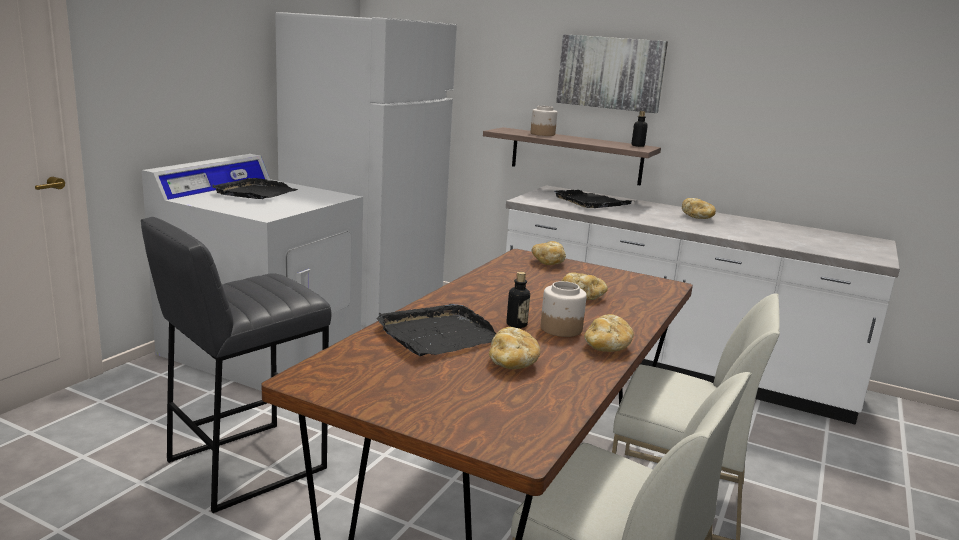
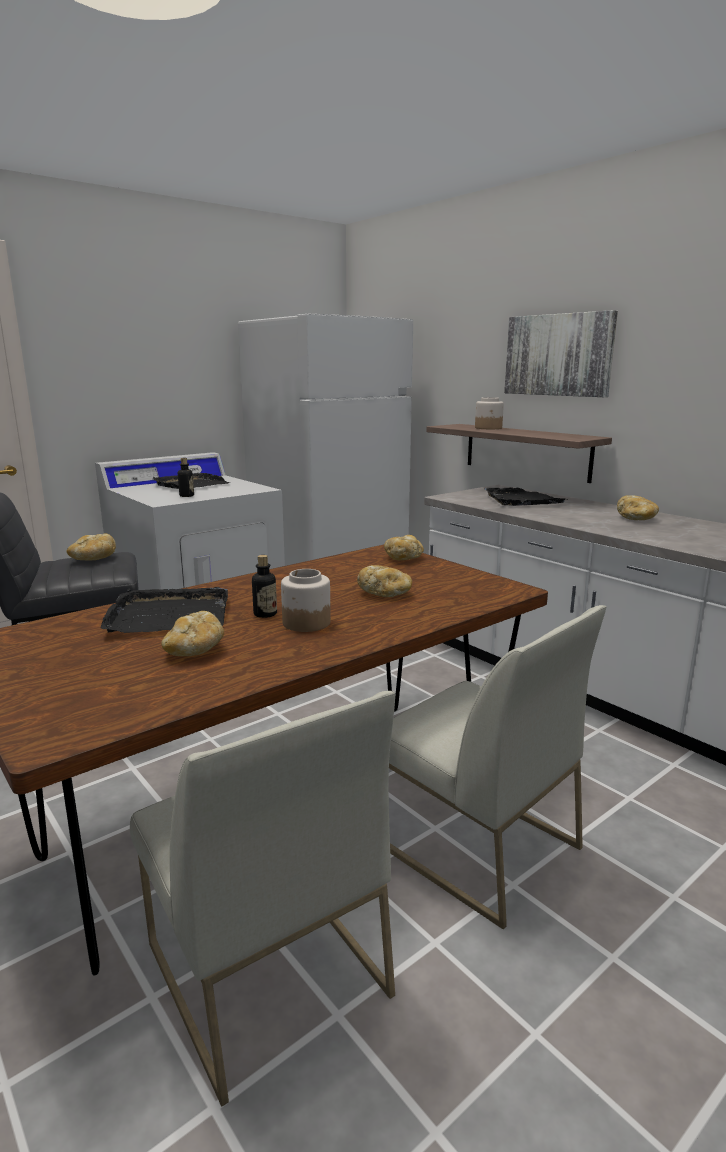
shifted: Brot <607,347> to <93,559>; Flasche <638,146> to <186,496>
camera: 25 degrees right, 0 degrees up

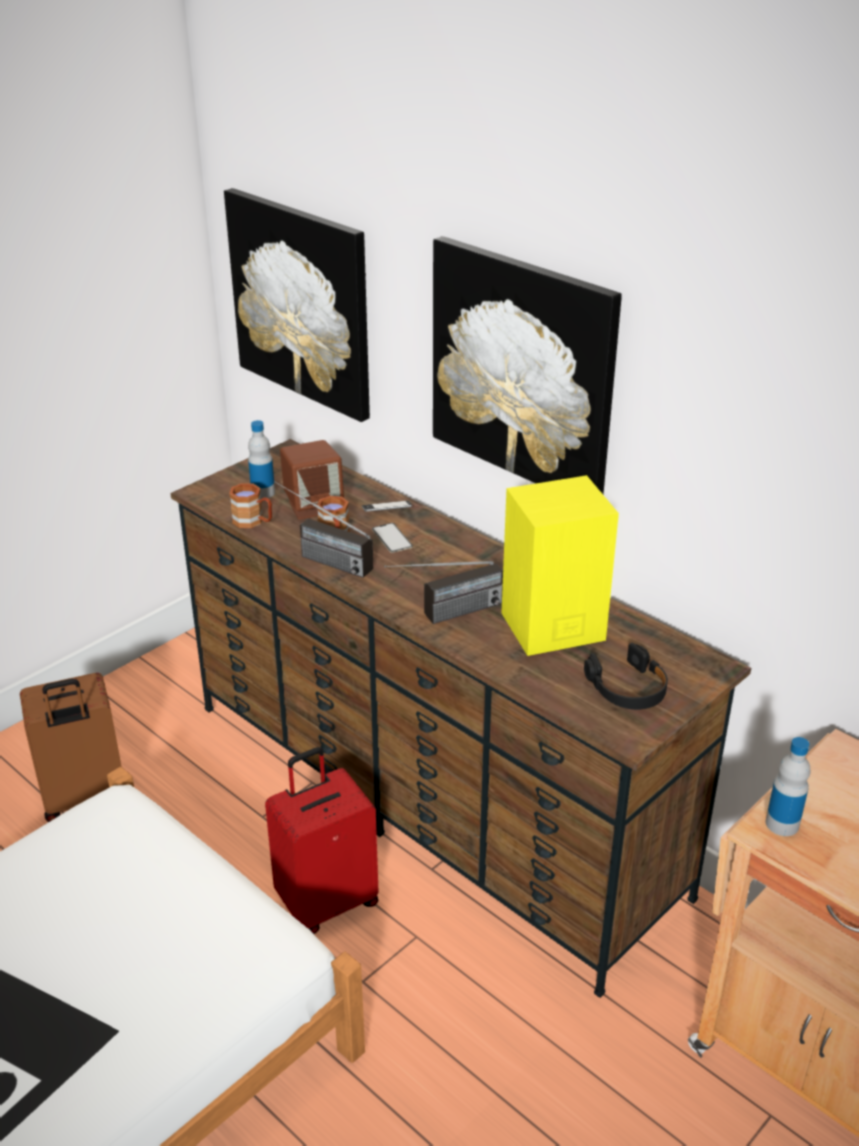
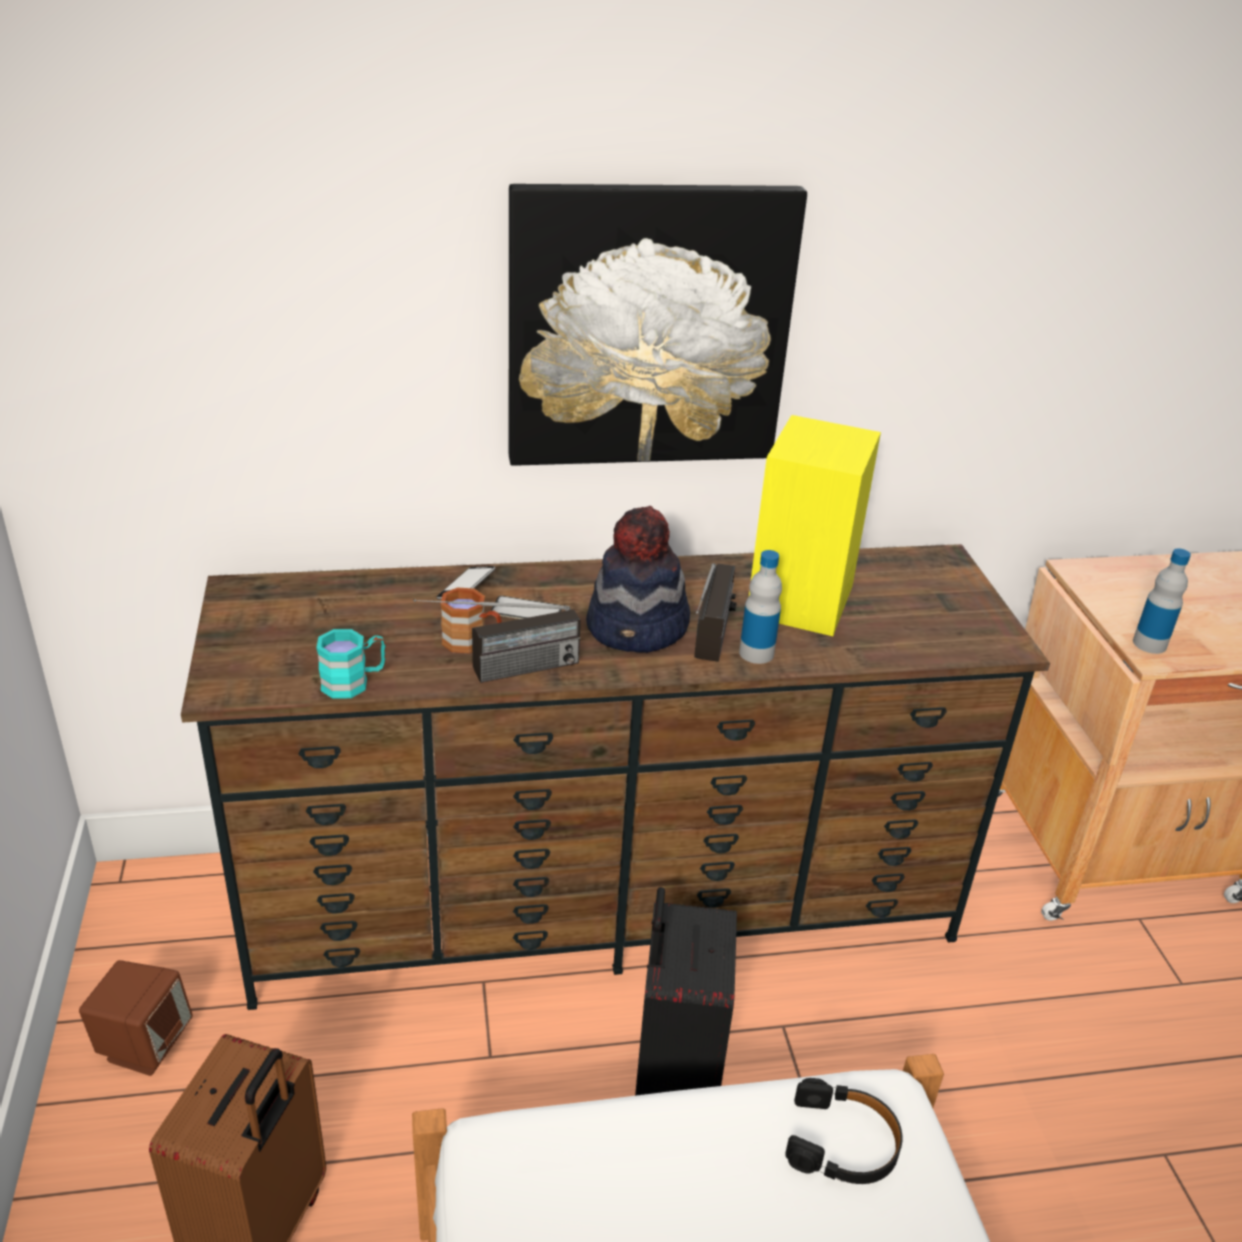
gone: Bild <302,302>
new: Hut <638,628>
shifted: Flasche <263,492> to <756,653>; Lautsprecher (braun) <313,506> to <145,1045>; Kopfhörer (schwarz) <628,688> to <842,1143>
repainted: Henkelbecher (braun) <253,522> to Henkelbecher (türkis) <354,682>; Koffer (rot) <327,901> to Koffer (schwarz) <673,1071>
camera: 55 degrees left, 0 degrees up

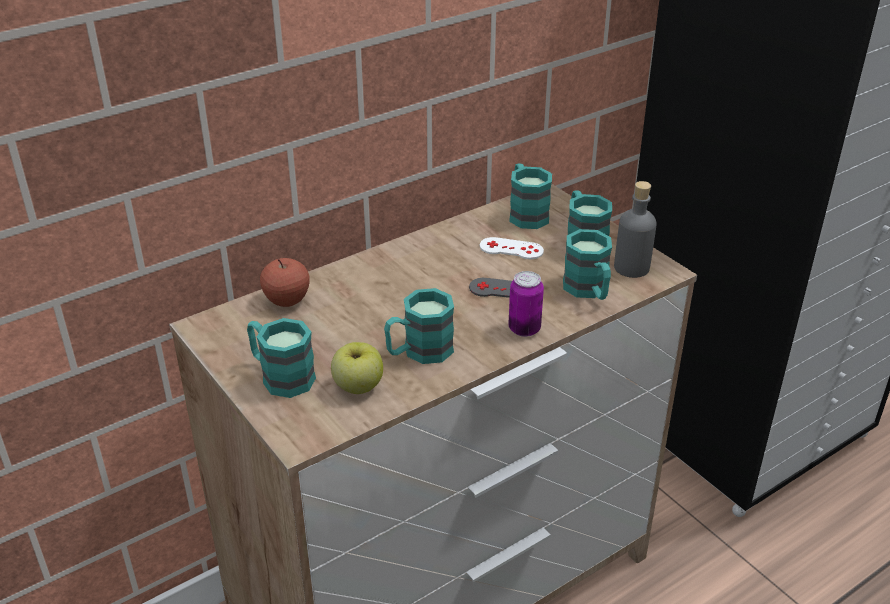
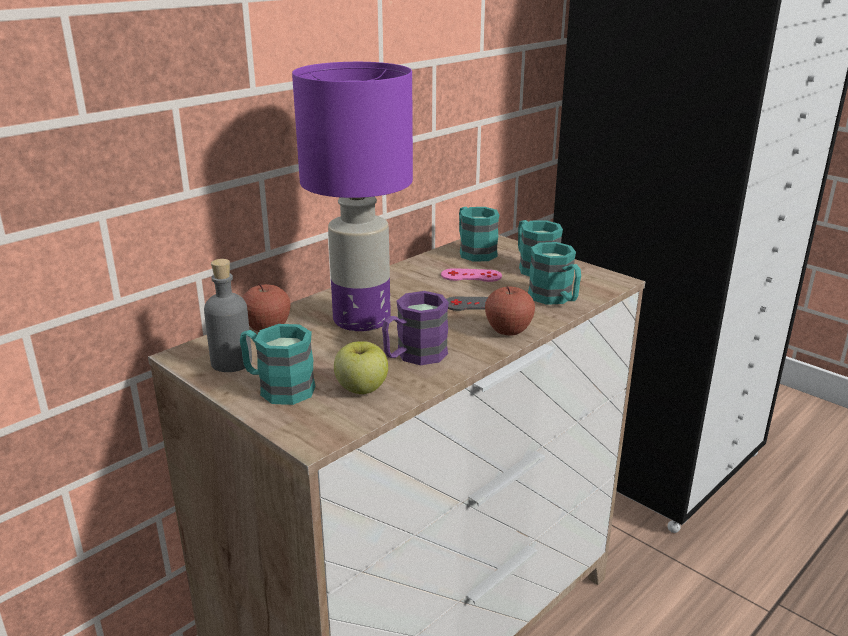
new: Tischlampe (lila) <360,320>
shifted: Flasche (grau) <631,267> to <232,362>
swapped: Dose <524,329> to Apfel <508,331>
repainted: Henkelbecher (türkis) <419,352> to Henkelbecher (lila) <413,356>; Gamepad (weiß) <511,249> to Gamepad (rosa) <471,276>
camera: 10 degrees left, 10 degrees down

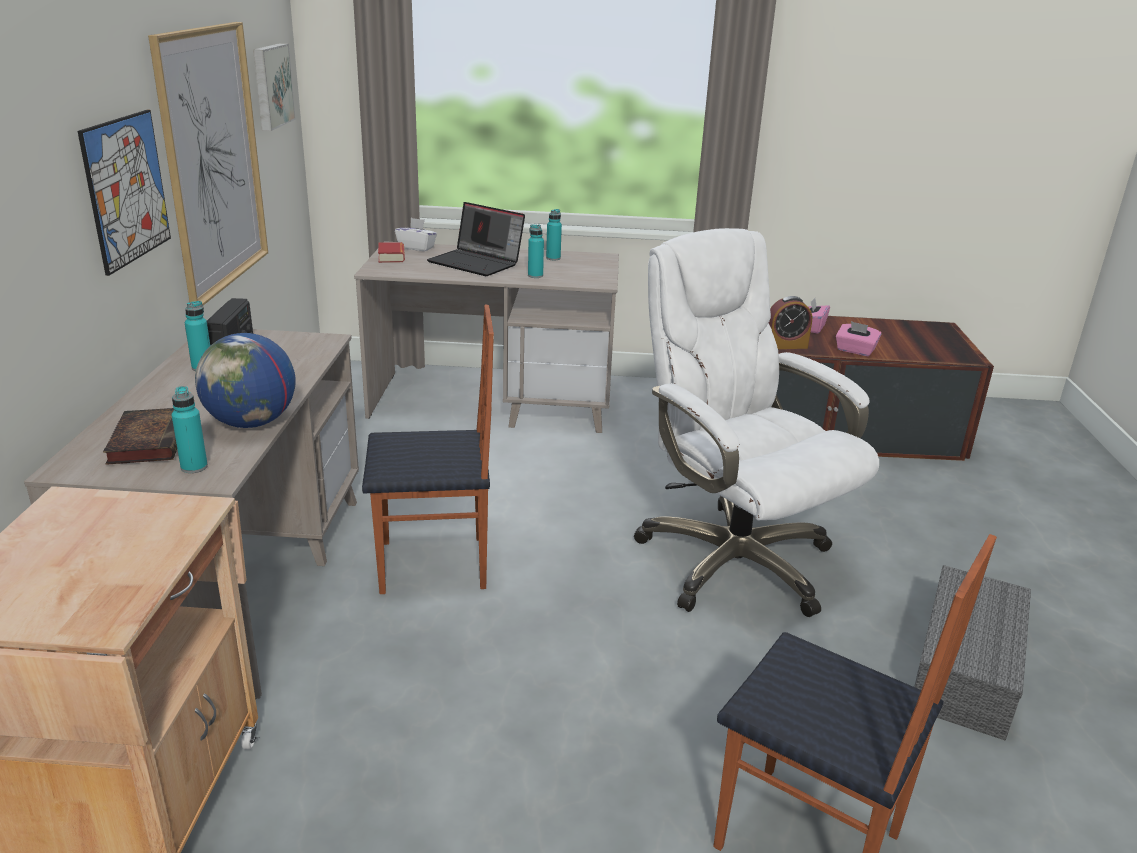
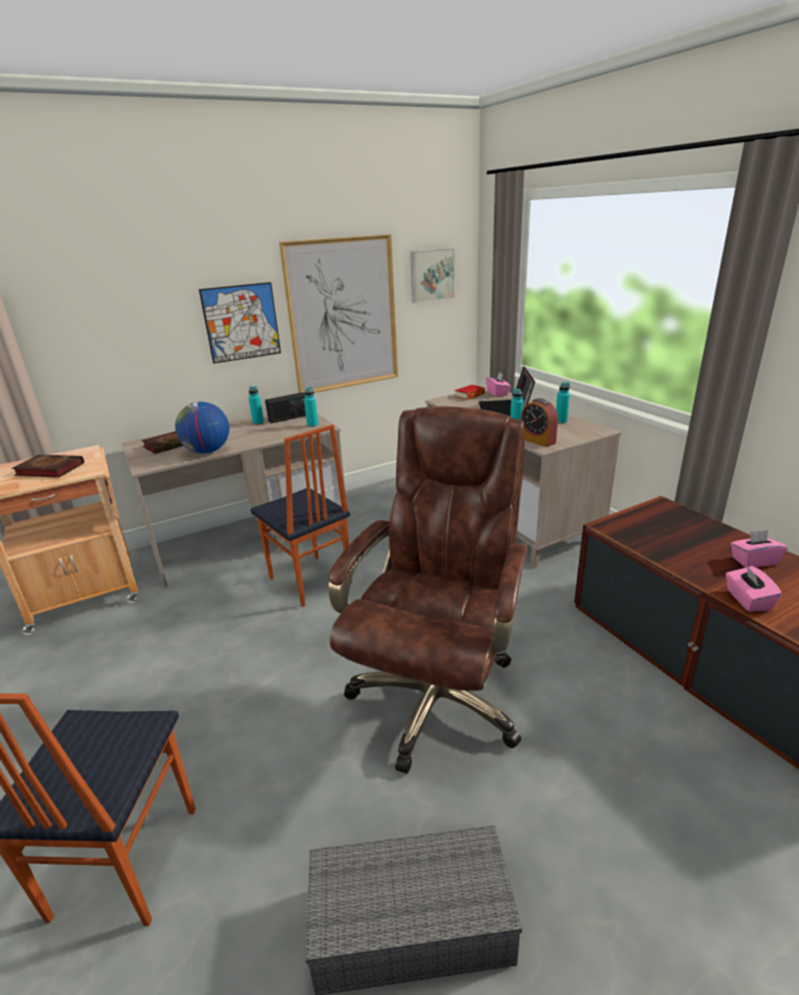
new: Buch <48,469>
shifted: Flasche (türkis) <194,467> to <312,425>; Wecker <785,345> to <537,440>
repainted: Taschentuchbox (weiß) <416,247> to Taschentuchbox (rosa) <497,393>; Bürostuhl (weiß) <735,561> to Bürostuhl (braun) <436,698>
camera: 60 degrees right, 0 degrees up

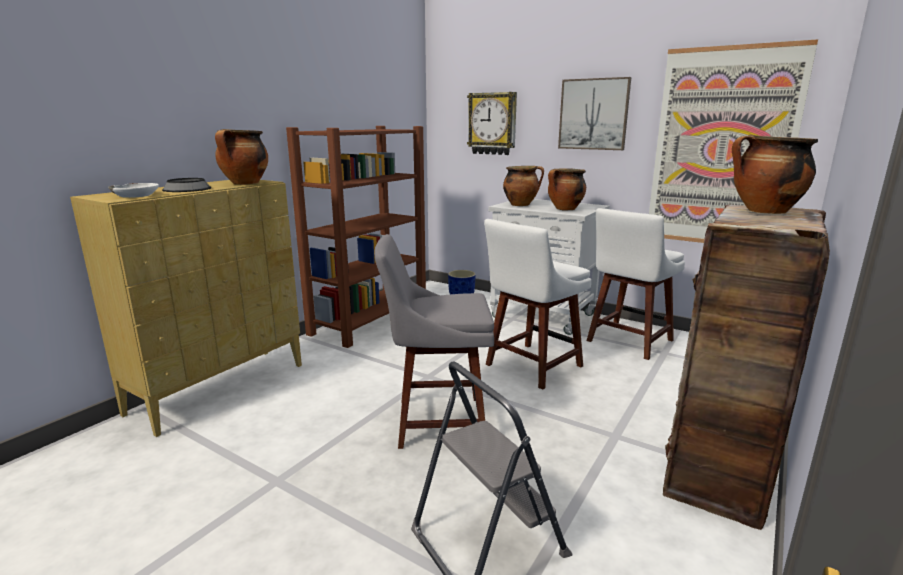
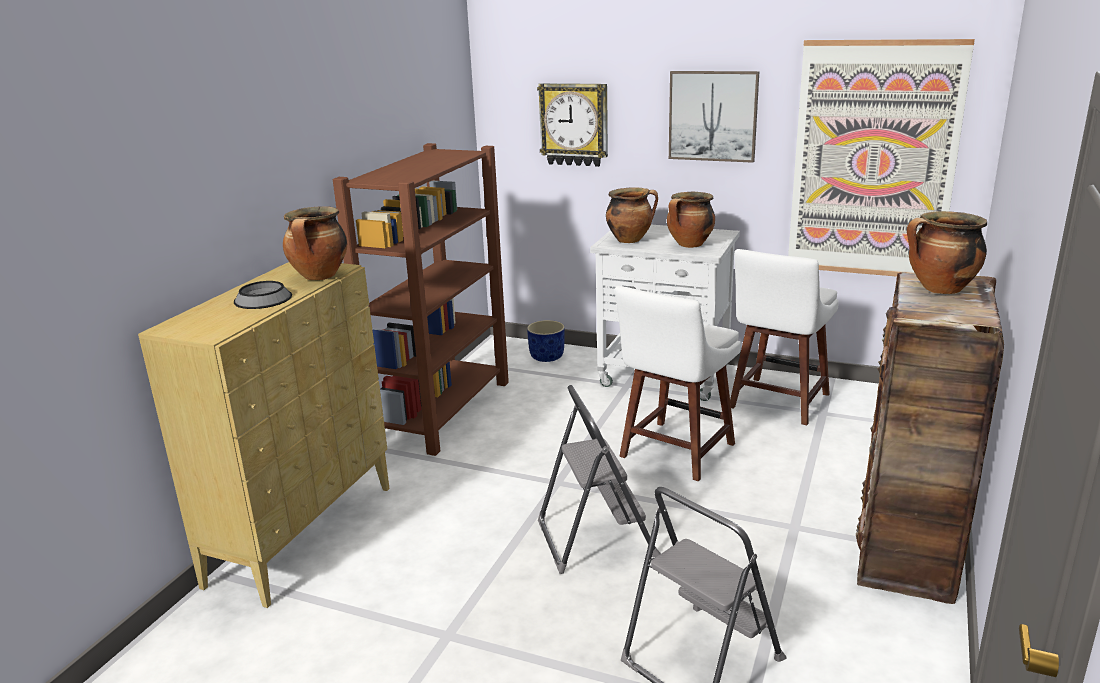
gone: Schüssel (weiß) <137,195>
swapped: Hocker (grau) <435,421> to Trittleiter (grau) <591,538>
camera: 10 degrees left, 5 degrees up

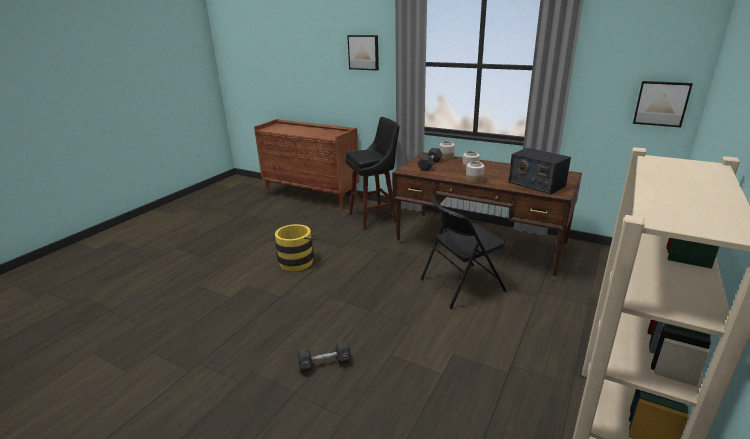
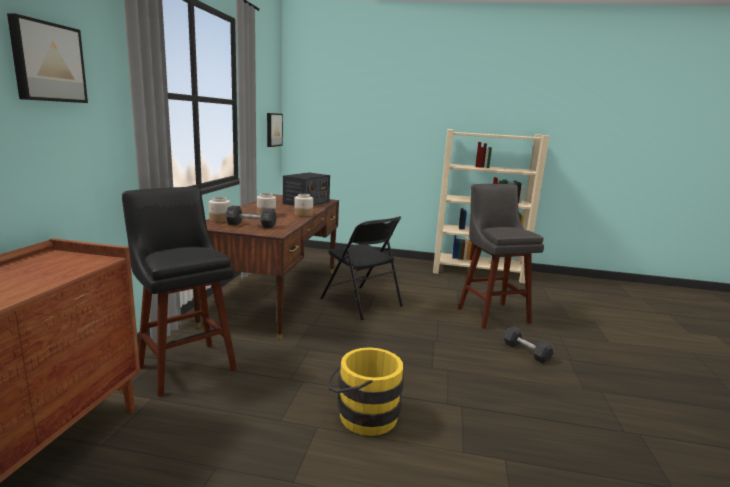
new: Hocker (grau) <492,314>
camera: 110 degrees left, 10 degrees down

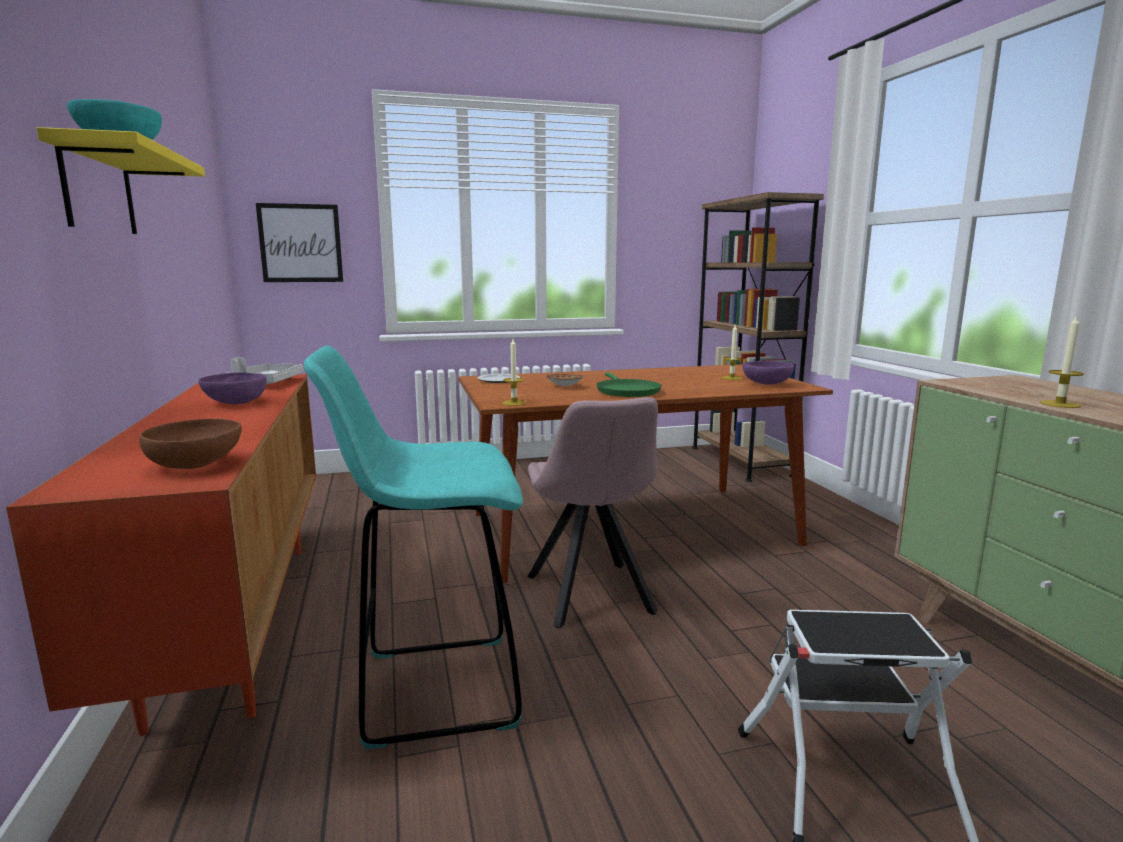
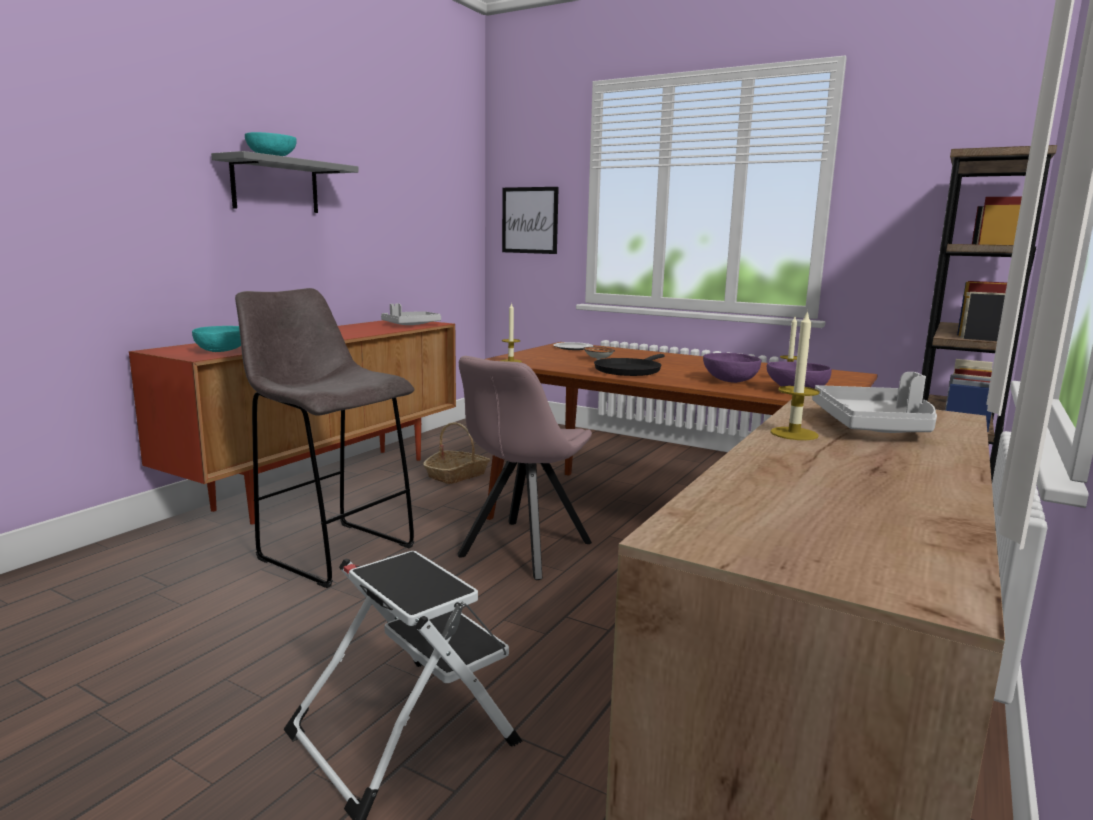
new: Korb <457,475>; Tablett (grau) <874,426>
shifted: Schüssel (lila) <235,402> to <729,381>
repainted: Wandregal (gelb) <98,190> to Wandregal (grau) <275,186>; Schüssel (braun) <197,464> to Schüssel (türkis) <223,351>; Hocker (türkis) <433,689> to Hocker (grau) <333,551>; Pfanne (grün) <626,391> to Pfanne (schwarz) <629,370>
camera: 45 degrees right, 0 degrees up

